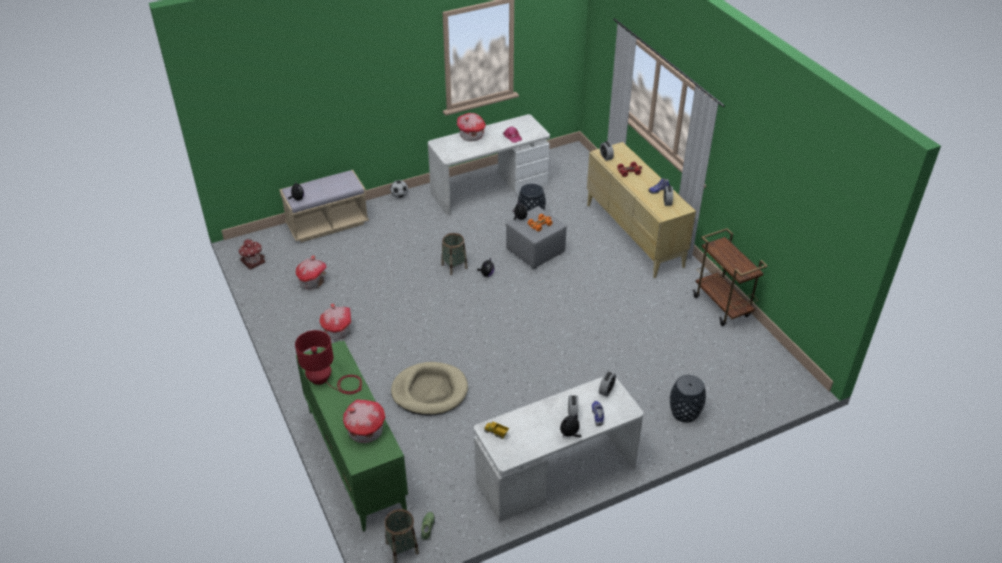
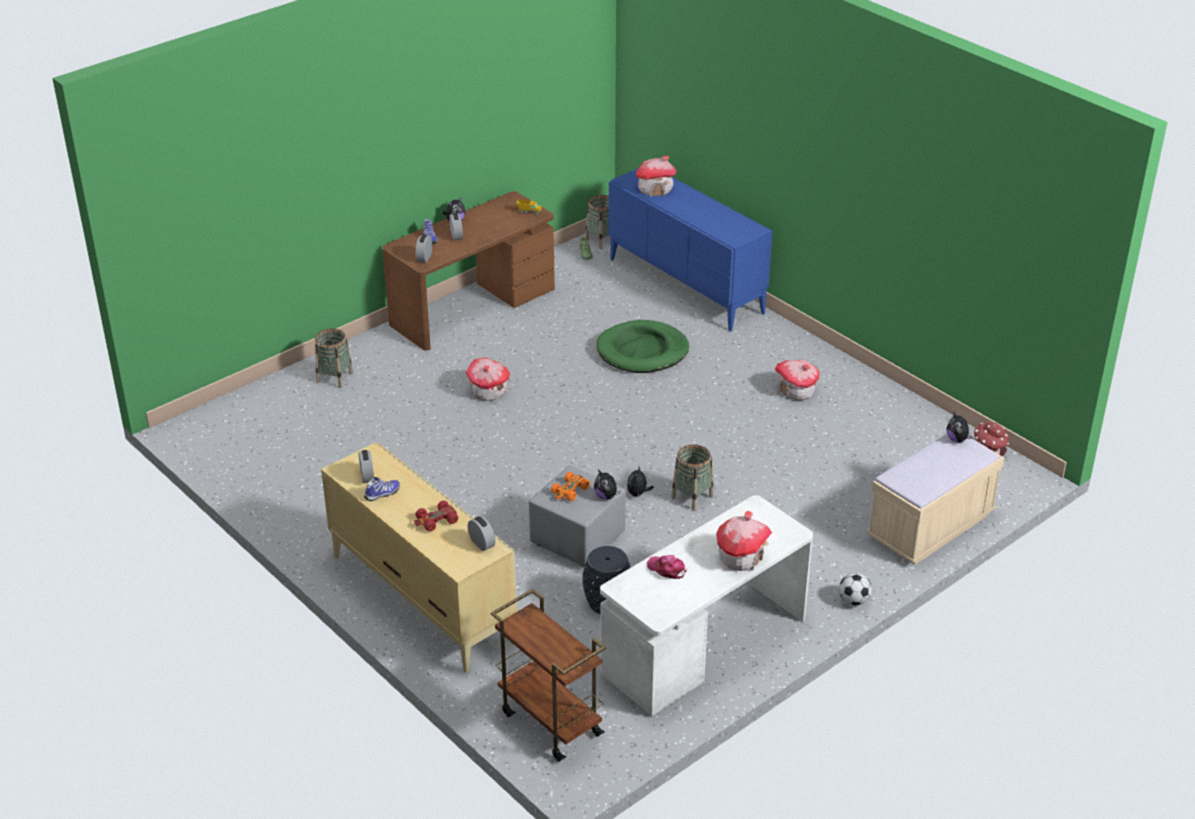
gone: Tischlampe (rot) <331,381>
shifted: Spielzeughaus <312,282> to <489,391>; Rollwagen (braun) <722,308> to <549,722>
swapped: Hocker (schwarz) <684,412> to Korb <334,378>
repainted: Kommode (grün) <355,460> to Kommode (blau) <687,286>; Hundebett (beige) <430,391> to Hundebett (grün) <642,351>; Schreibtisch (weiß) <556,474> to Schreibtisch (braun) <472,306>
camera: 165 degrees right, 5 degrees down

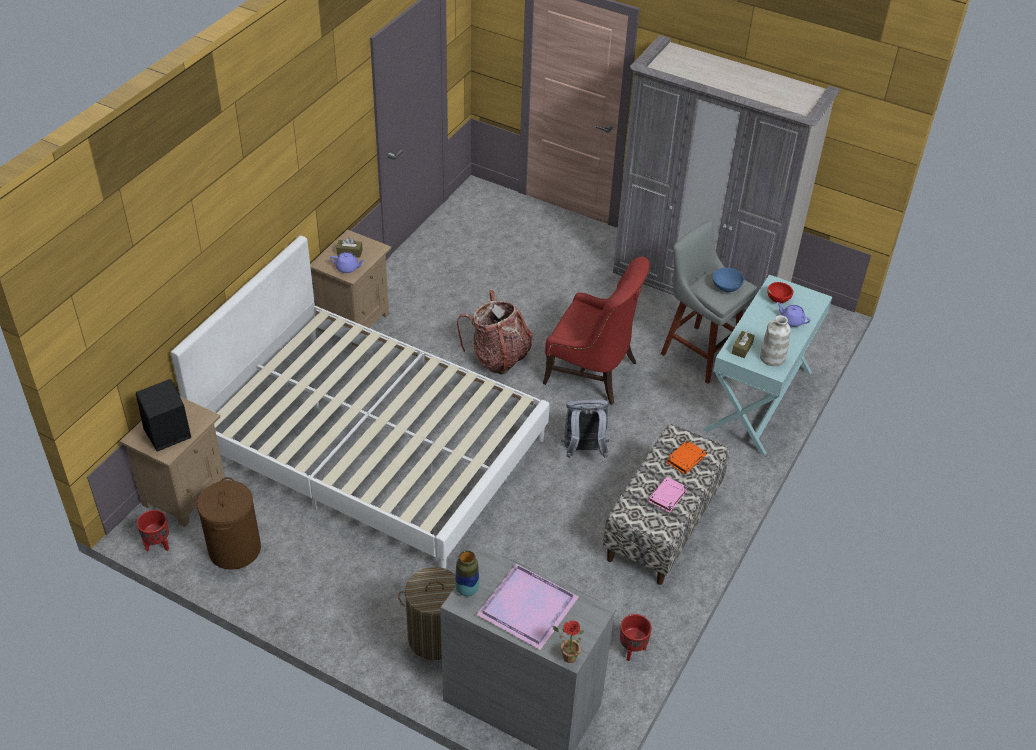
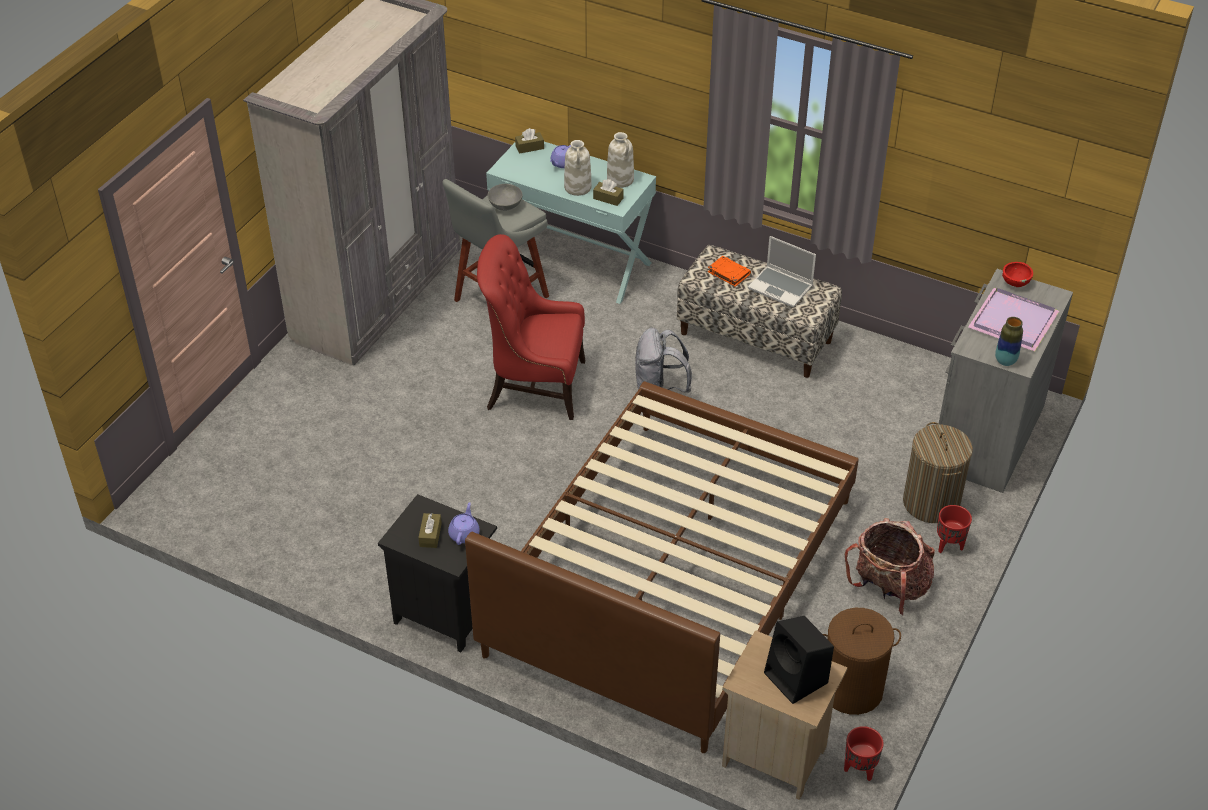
gone: Topfpflanze <566,656>
new: Taschentuchbox (braun) <529,147>; Vase (weiß) <578,188>
shifted: Rucksack <498,357> to <889,587>; Pflanzkübel (rot) <632,650> to <949,545>; Schüssel (rot) <778,299> to <1015,283>
swapped: Buch (rosa) <667,497> to Laptop <781,287>
repainted: Bett (weiß) <372,445> to Bett (braun) <670,576>; Nachttisch (beige) <356,322> to Nachttisch (schwarz) <444,612>; Schüssel (blau) <726,287> to Schüssel (grau) <505,205>
rotated: Stuhl (rot) <592,372> = <534,385> 105 degrees counterclockwise
camera: 90 degrees left, 0 degrees up

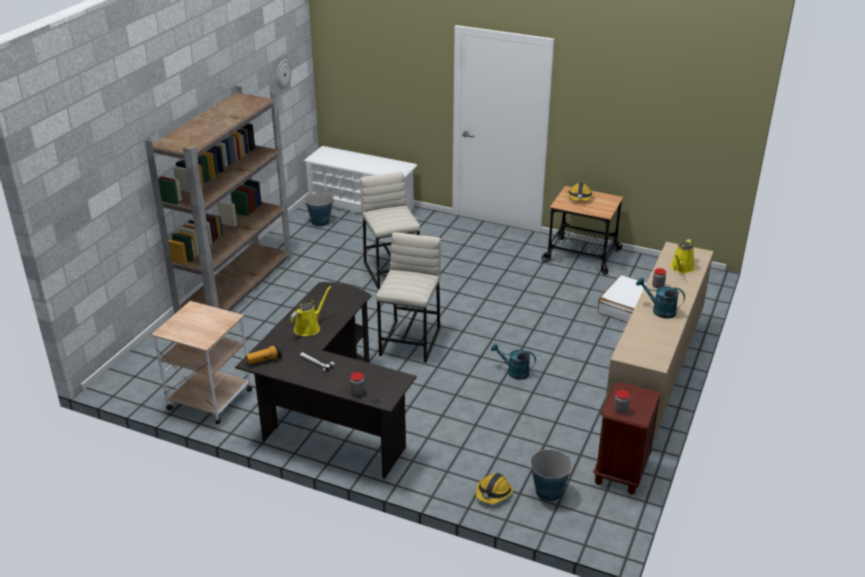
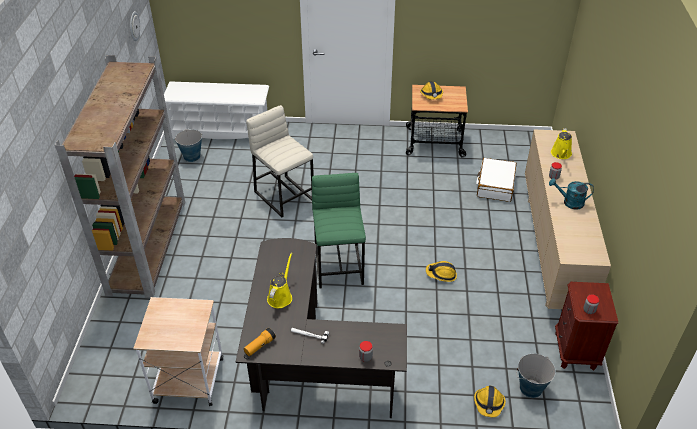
swapped: Gießkanne (türkis) <514,372> to Schutzhelm <441,274>
repainted: Hocker (beige) <410,341> to Hocker (grün) <339,266>
camera: 20 degrees left, 10 degrees up

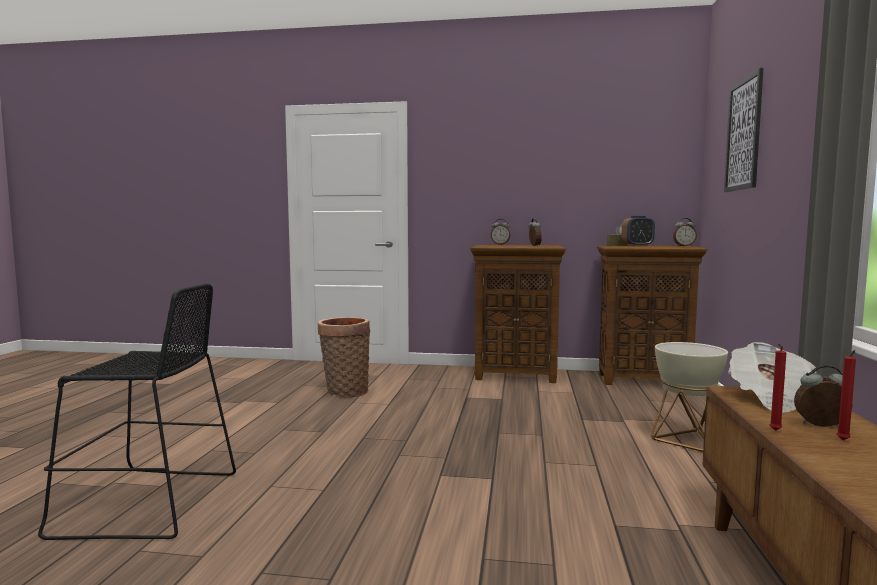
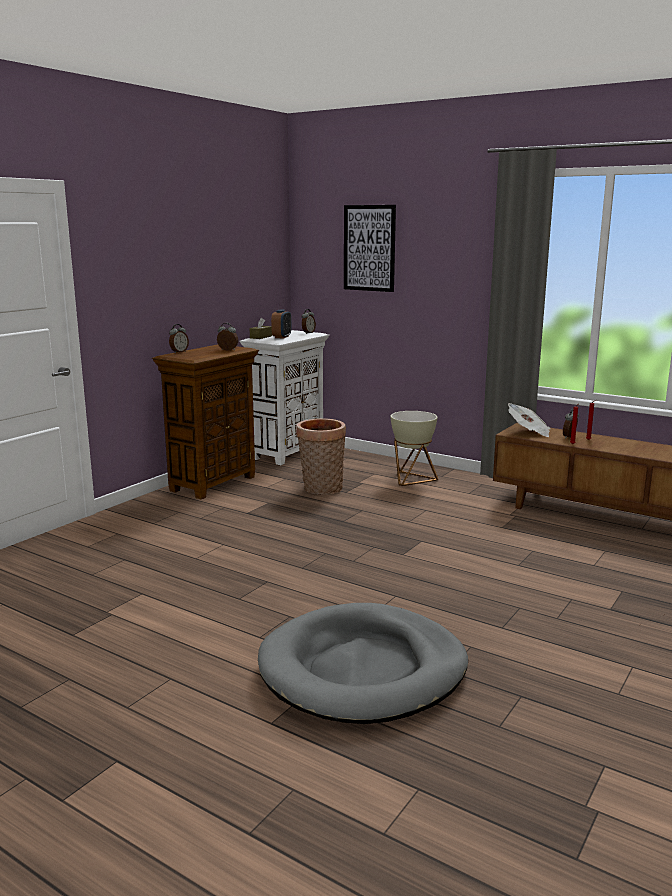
shifted: Korb <345,391> to <321,489>
swapped: Hocker (schwarz) <147,503> to Hundebett (grau) <363,669>
repainted: Schrank (braun) <644,380> to Schrank (weiß) <287,453>
camera: 65 degrees left, 10 degrees up

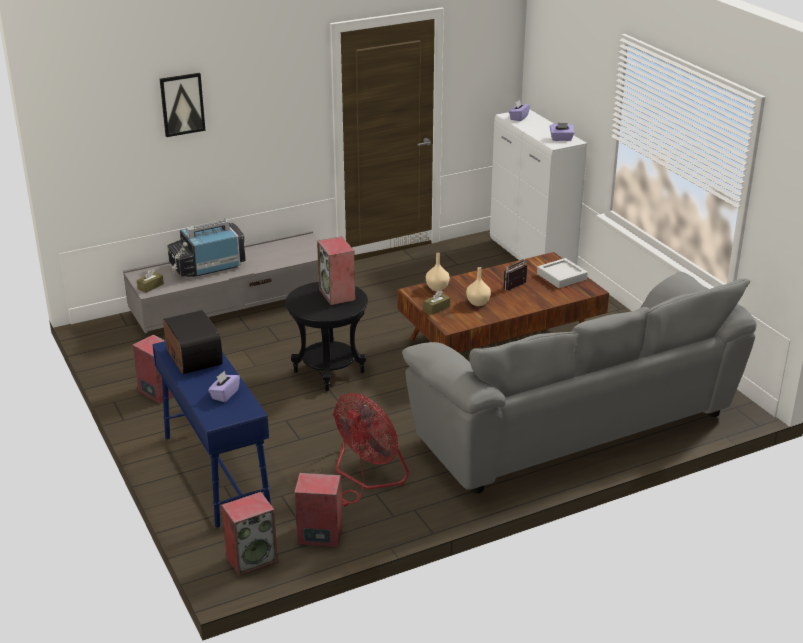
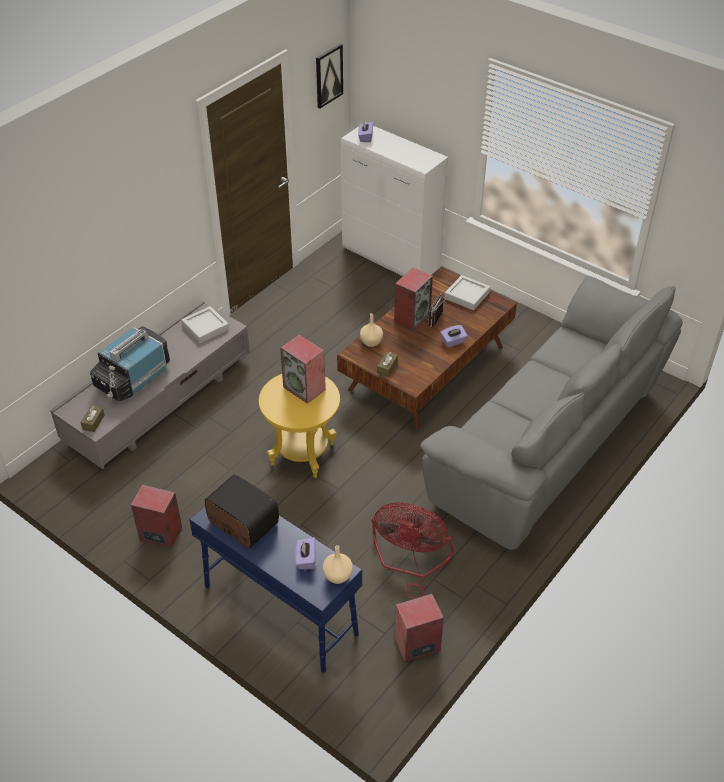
new: Tablett (grau) <205,327>
shifted: Bild <182,104> to <328,75>; Lautsprecher <252,559> to <412,317>; Vase (beige) <478,303> to <338,576>; Taschentuchbox (lila) <561,139> to <453,342>
repainted: Beistelltisch (schwarz) <329,372> to Beistelltisch (gelb) <302,454>
camera: 25 degrees left, 15 degrees up

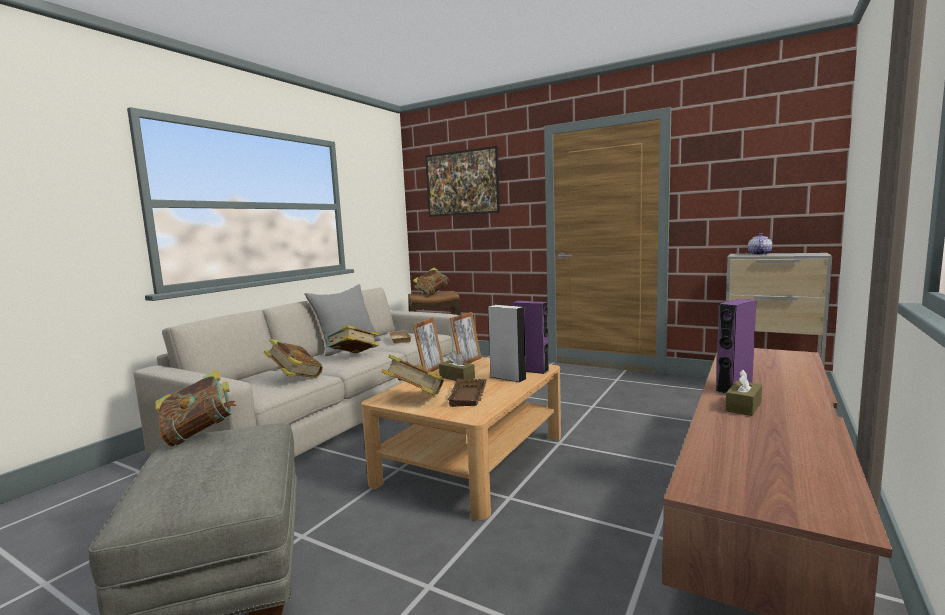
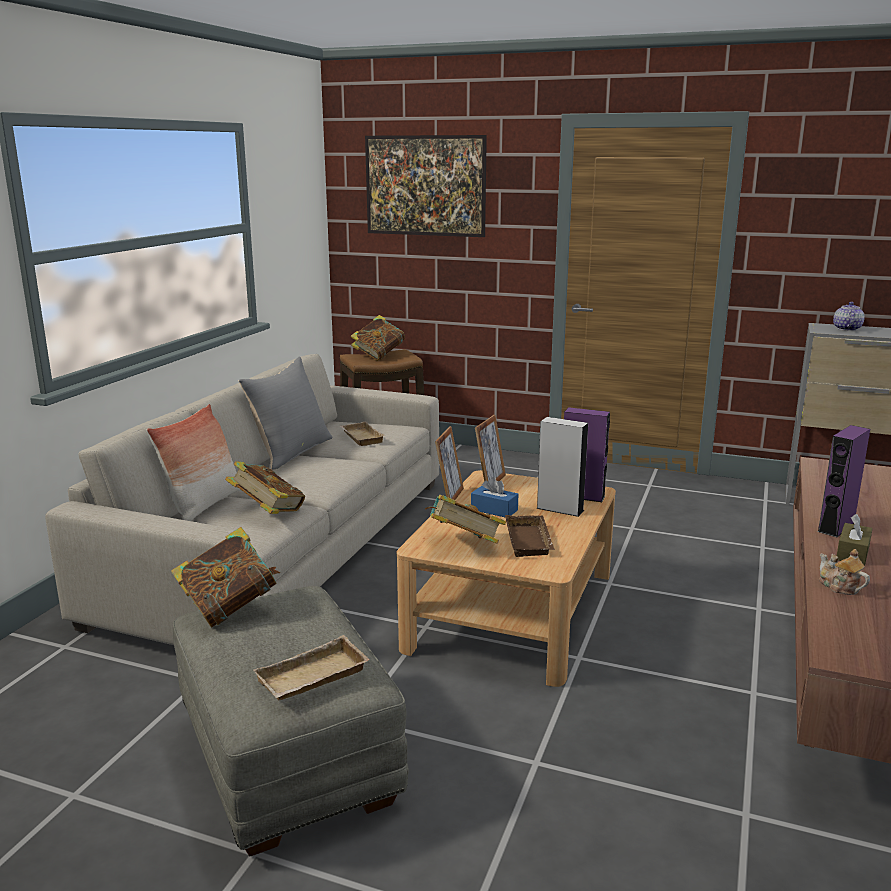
gone: Buch <353,357>
new: Kissen <204,505>; Tablett (beige) <312,678>; Teekanne <839,587>
repainted: Taschentuchbox (braun) <457,377> to Taschentuchbox (blau) <494,510>
camera: 10 degrees left, 10 degrees up

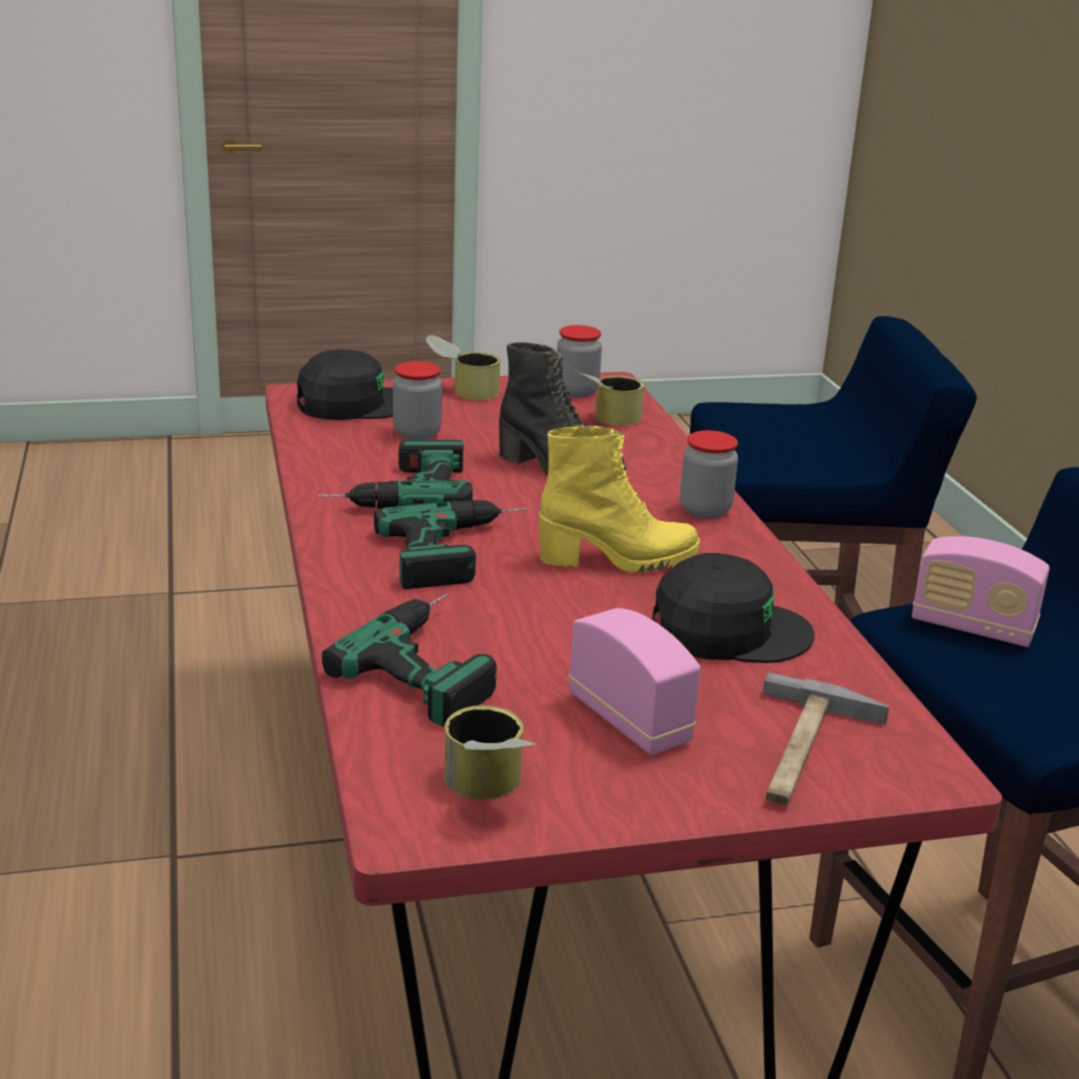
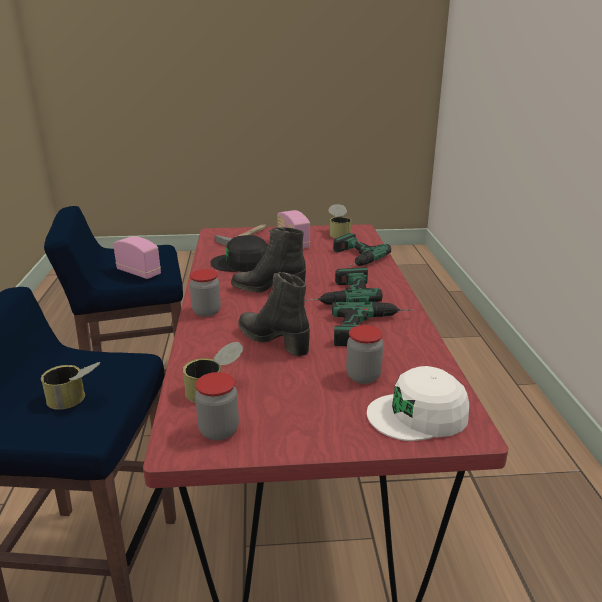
shifted: Dose <462,391> to <76,400>
repainted: Kappe (schwarz) <353,404> to Kappe (weiß) <418,415>; Stiefel (gelb) <618,560> to Stiefel (schwarz) <268,288>
camera: 170 degrees left, 0 degrees up

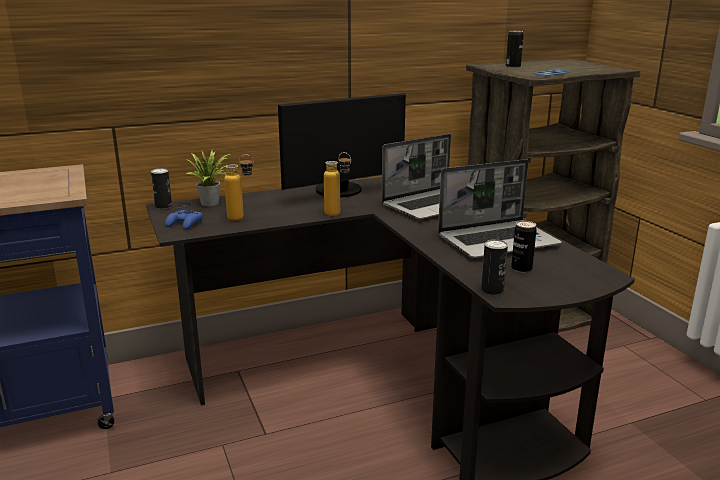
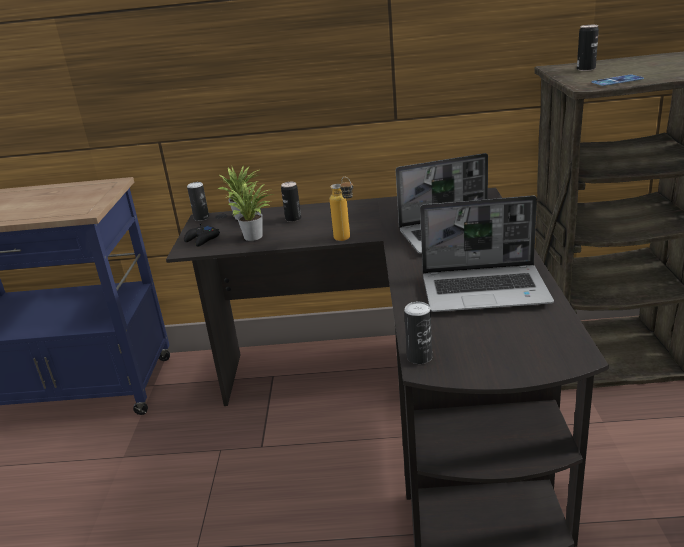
gone: Monitor <341,191>
shifted: Dose <521,268> to <293,219>
swapped: Flasche <242,218> to Topfpflanze <255,237>
repainted: Gamepad (blau) <184,224> to Gamepad (schwarz) <202,239>
camera: 25 degrees right, 5 degrees up

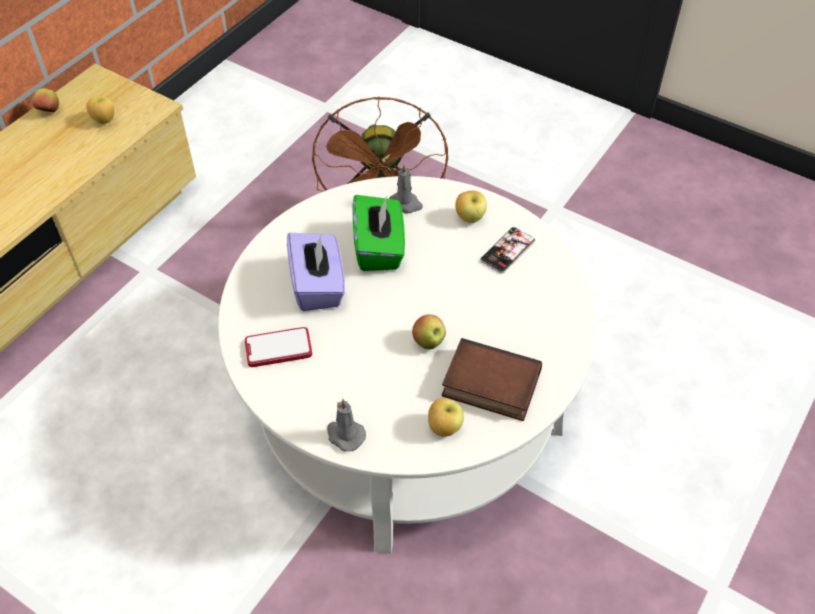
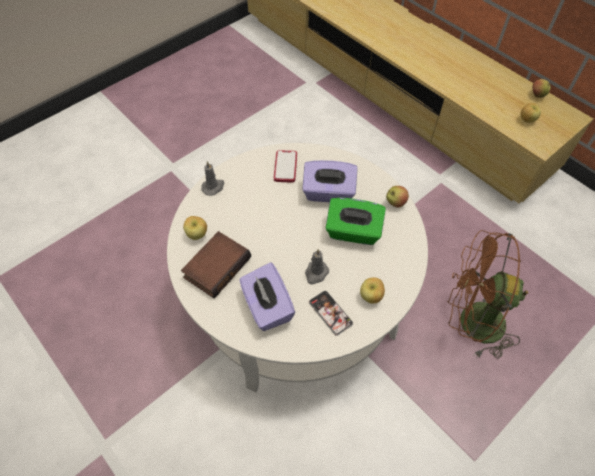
new: Taschentuchbox (lila) <267,307>
shifted: Kerze (grau) <405,204> to <316,273>; Apfel <429,342> to <395,203>
camera: 105 degrees right, 5 degrees up

